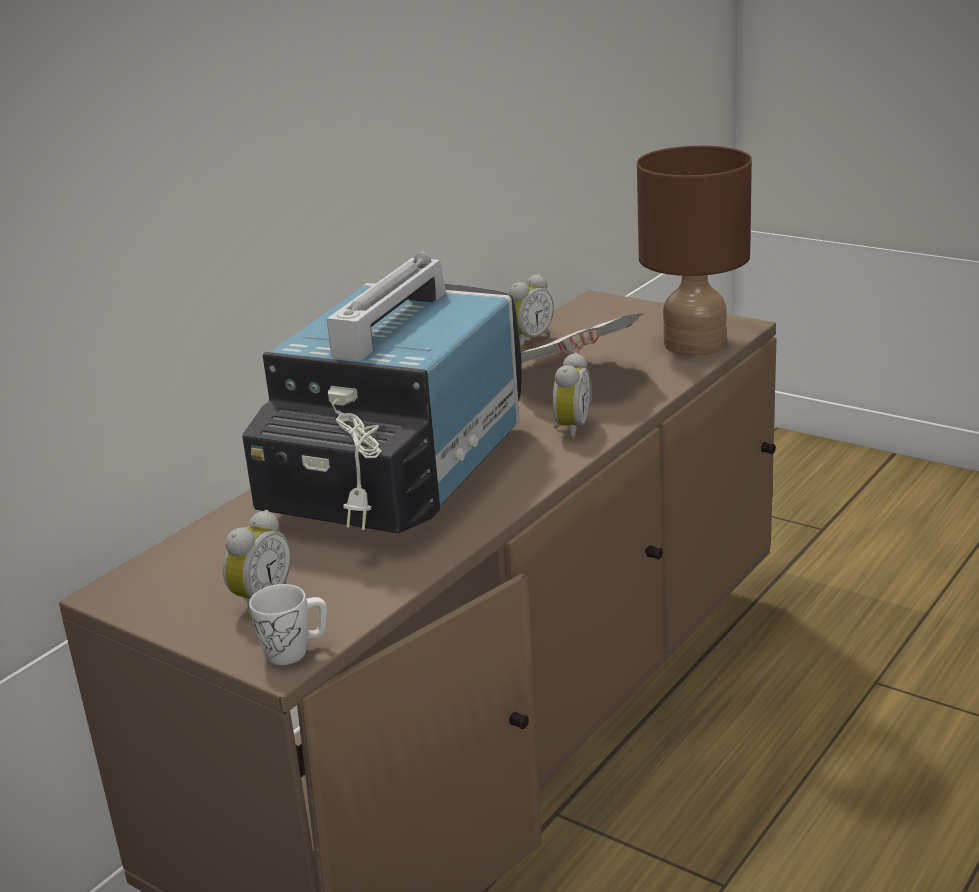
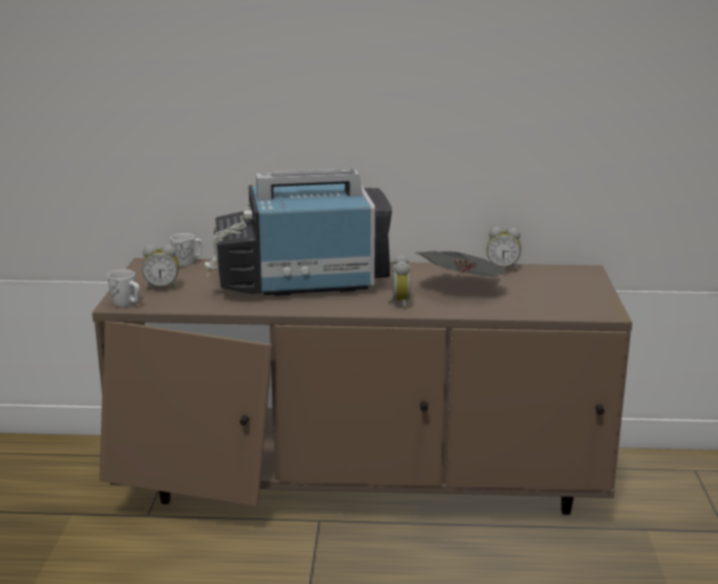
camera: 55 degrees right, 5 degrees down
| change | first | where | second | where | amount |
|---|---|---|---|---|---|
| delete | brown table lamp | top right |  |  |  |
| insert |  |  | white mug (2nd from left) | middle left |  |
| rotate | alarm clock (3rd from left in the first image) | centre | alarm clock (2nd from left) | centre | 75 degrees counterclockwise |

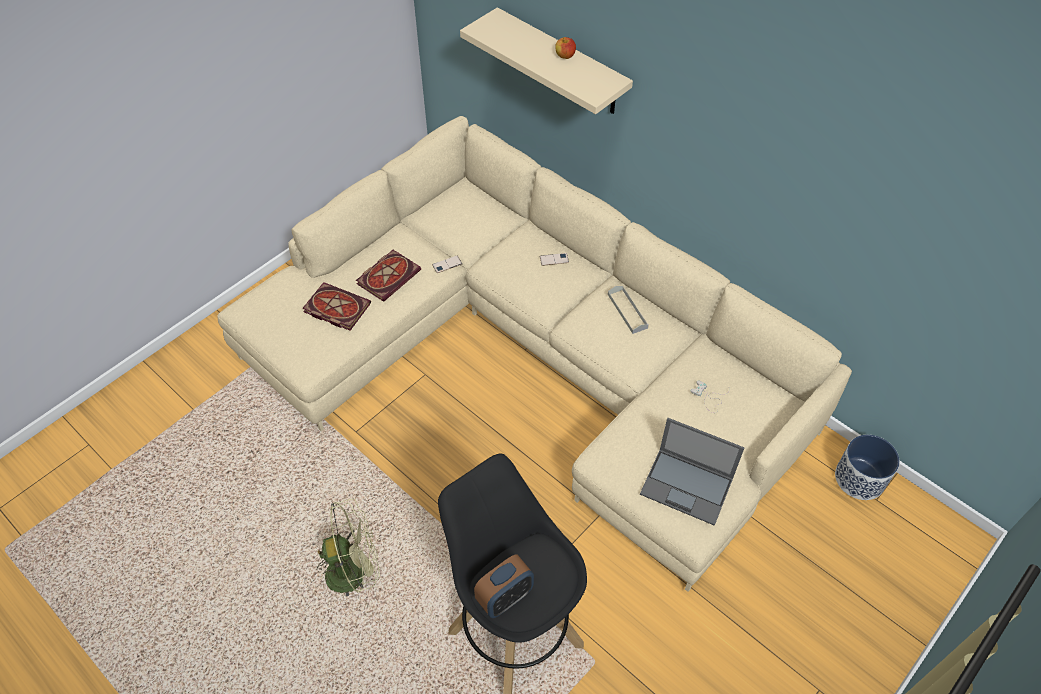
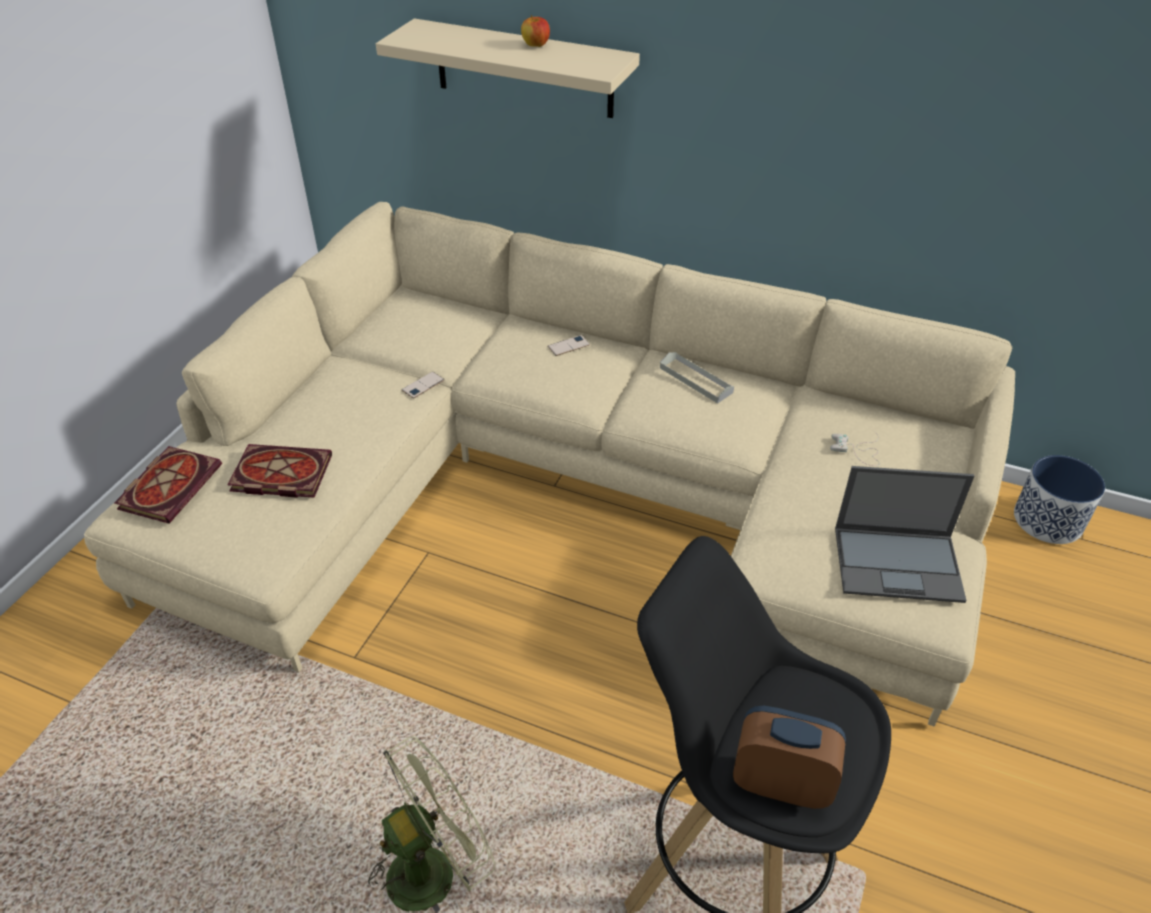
camera: 20 degrees left, 10 degrees down
| change | first | where | second | where | amount |
|---|---|---|---|---|---|
| move | book (2nd from left in the first image) | centre | book (1st from left) | middle left |  |
| rotate | alarm clock | bottom centre |  | bottom right | 105 degrees counterclockwise |

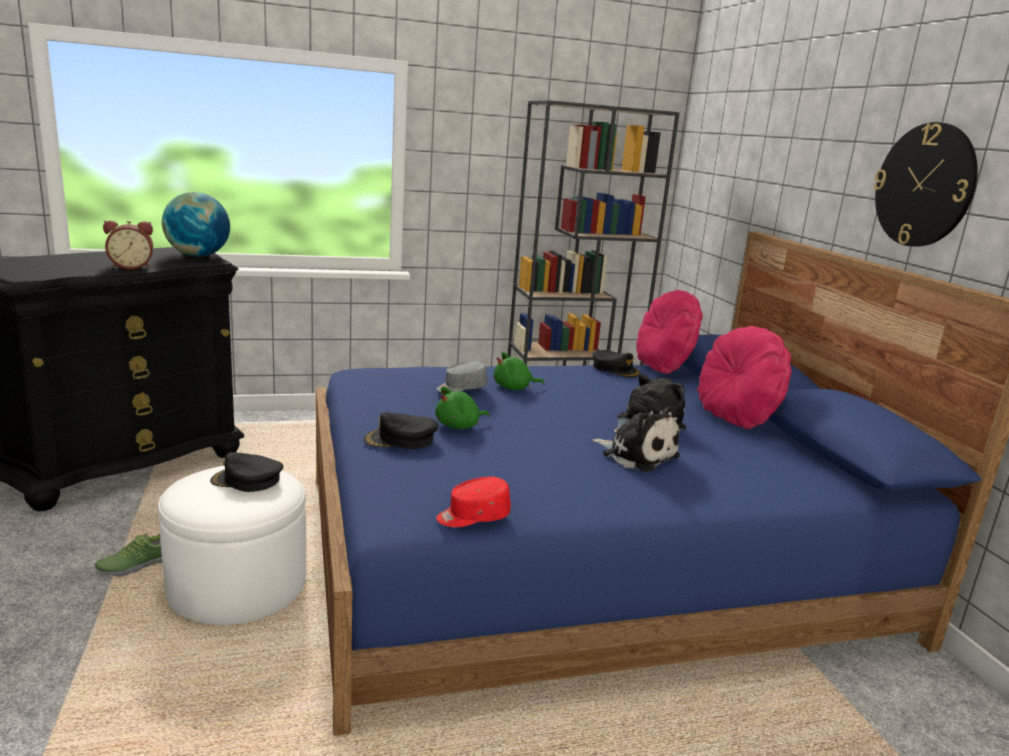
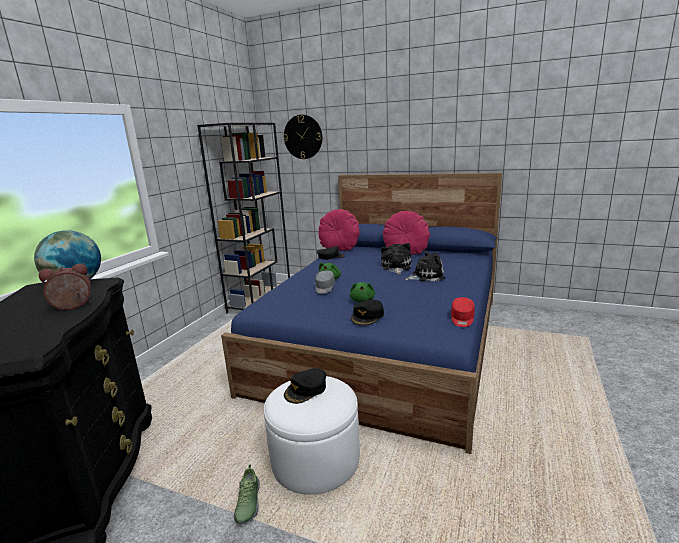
camera: 50 degrees left, 0 degrees up
| change | first | where | second | where | amount |
|---|---|---|---|---|---|
| move | wall clock | top right |  | top centre |  |
| rotate | alarm clock | top left |  | middle left | 135 degrees counterclockwise |

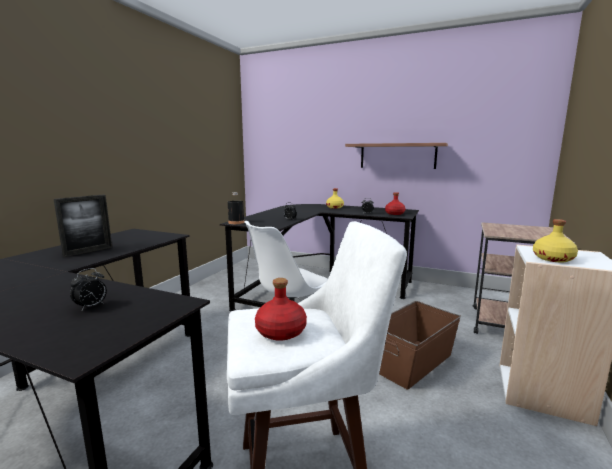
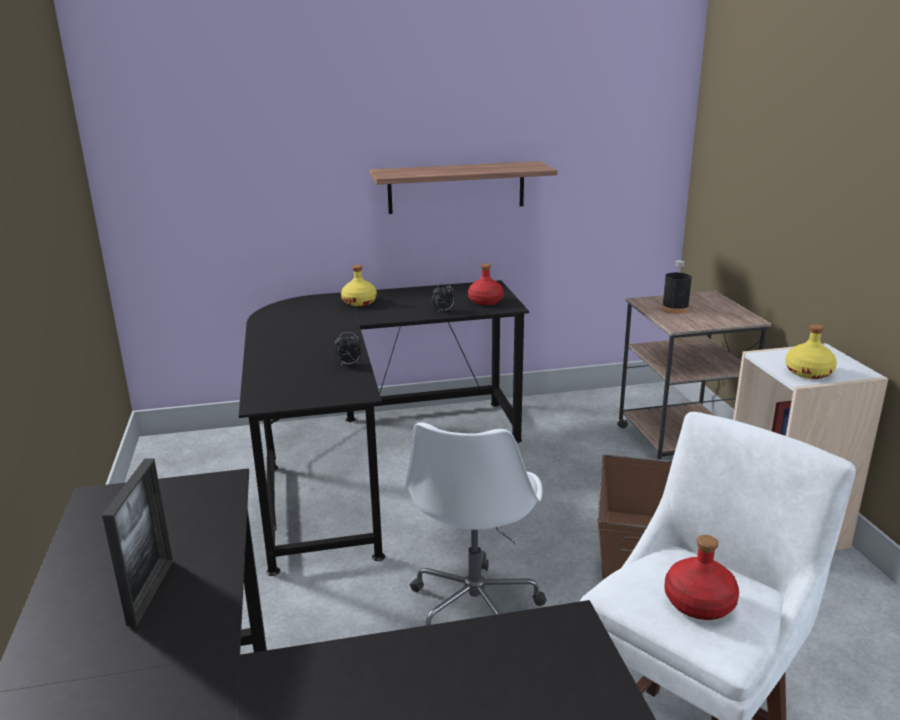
camera: 35 degrees left, 10 degrees up
| change | first | where | second | where | amount |
|---|---|---|---|---|---|
| delete | alarm clock (1st from left) | middle left |  |  |  |
| move | black bottle | centre |  | middle right |  |

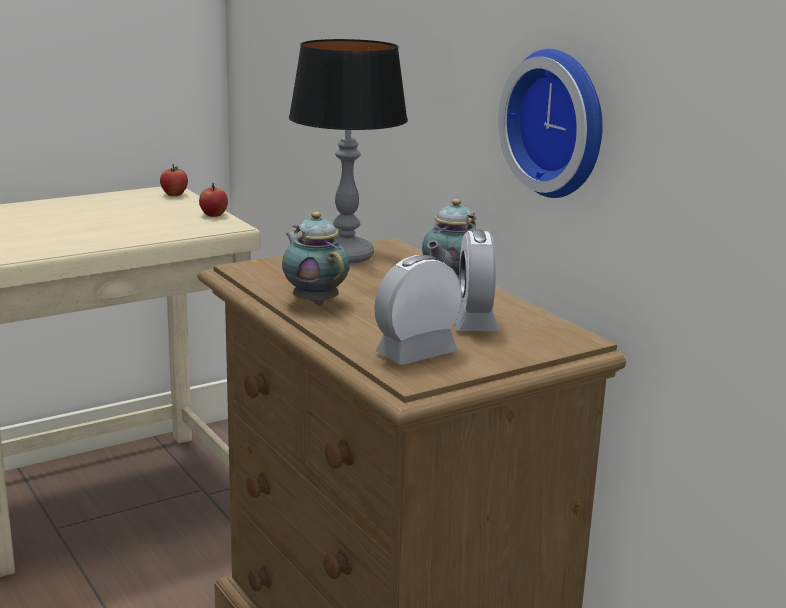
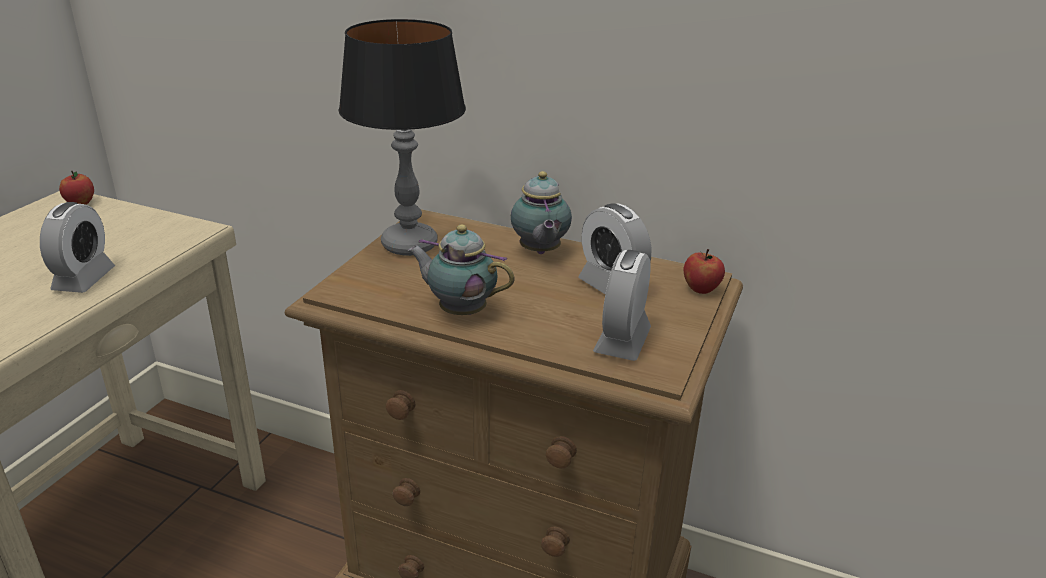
camera: 35 degrees left, 10 degrees up
| change | first | where | second | where | amount |
|---|---|---|---|---|---|
| delete | wall clock | top right |  |  |  |
| insert |  |  | alarm clock (1st from left) | middle left |  |
| move | apple (2nd from left) | top left |  | middle right |  |

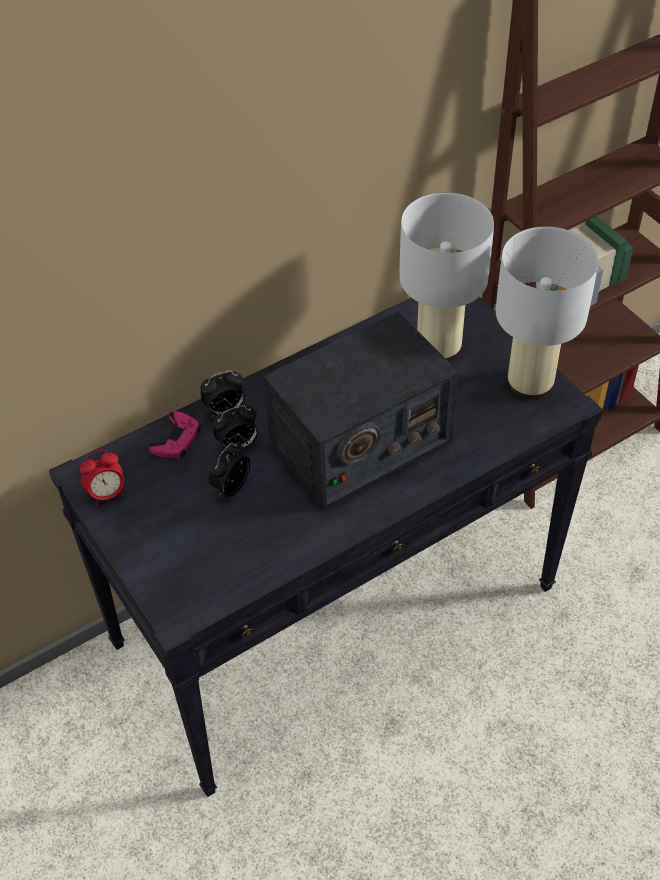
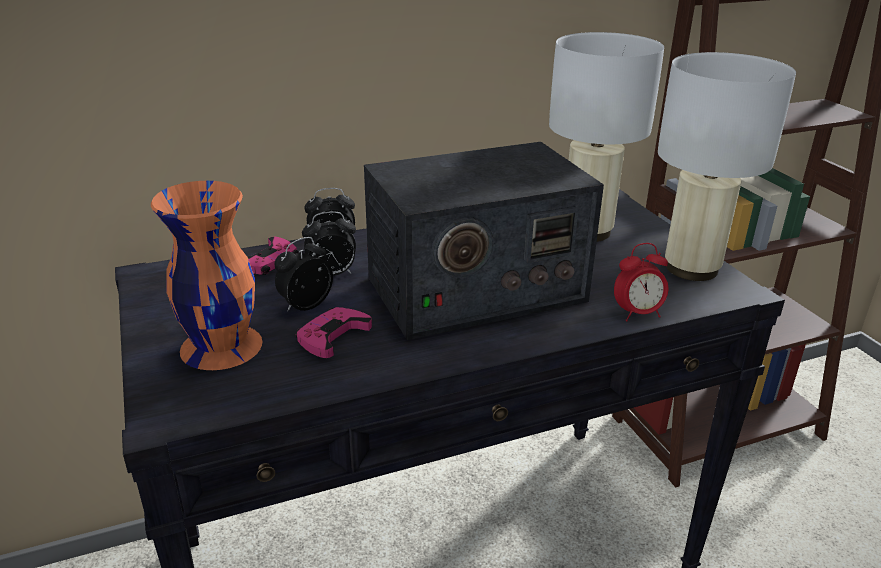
camera: 10 degrees right, 20 degrees down
| change | first | where | second | where | amount |
|---|---|---|---|---|---|
| insert |  |  | orange vase | middle left |  |
| insert |  |  | pink game controller (2nd from left) | centre |  |
| move | alarm clock (1st from left in the first image) | middle left | alarm clock (4th from left) | middle right |  |

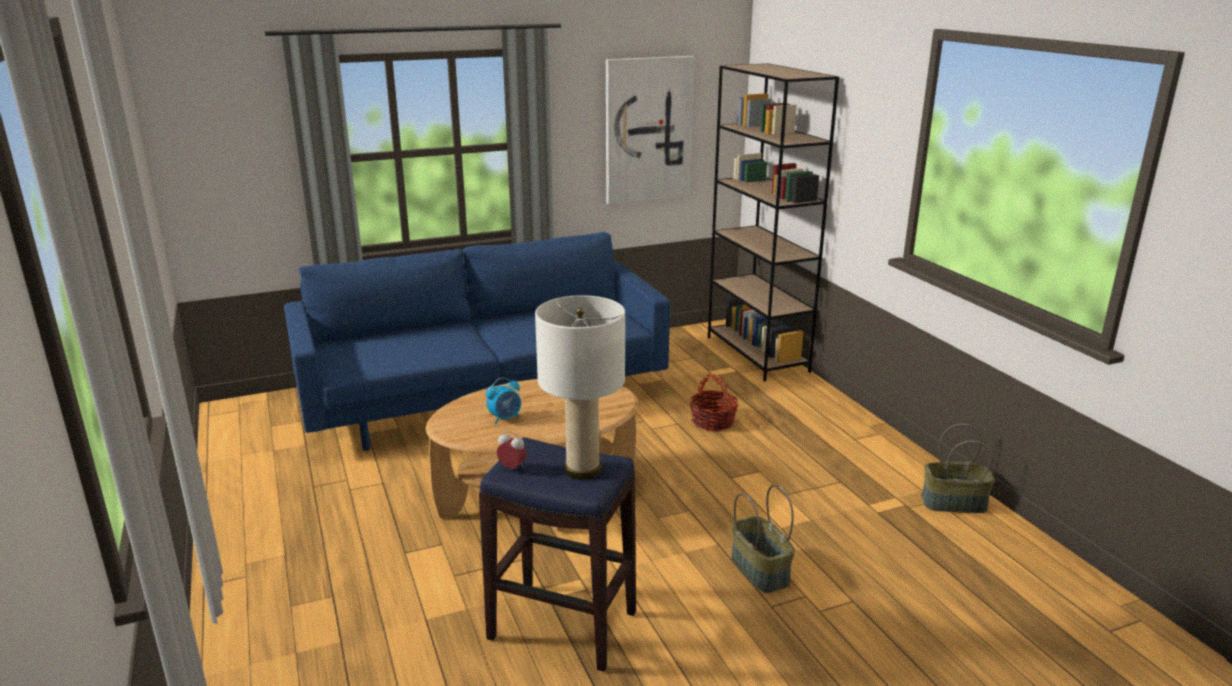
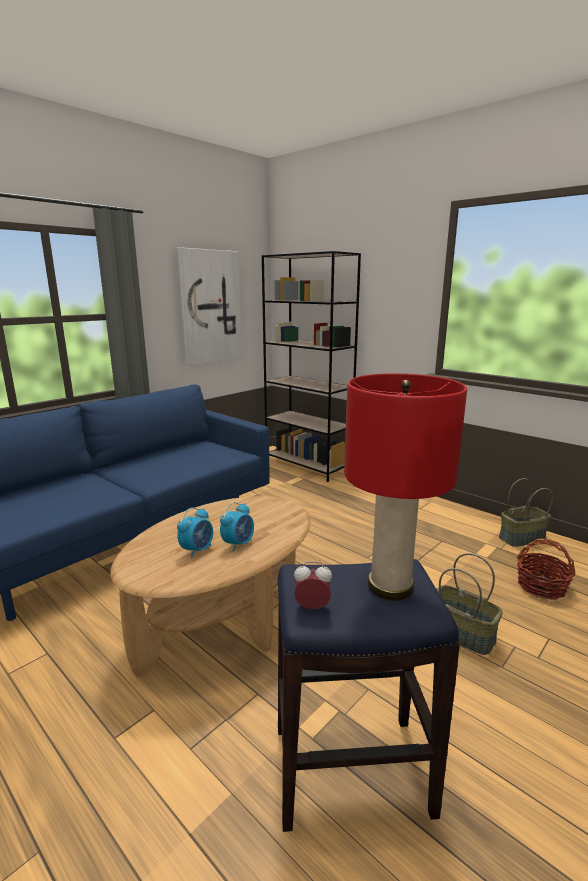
camera: 25 degrees left, 5 degrees down
| change | first | where | second | where | amount |
|---|---|---|---|---|---|
| insert |  |  | alarm clock (2nd from left) | centre |  |
| move | basket (1st from left in the first image) | centre | basket (3rd from left) | middle right |  |
| recolor | white table lamp | centre | red table lamp | middle right |  |

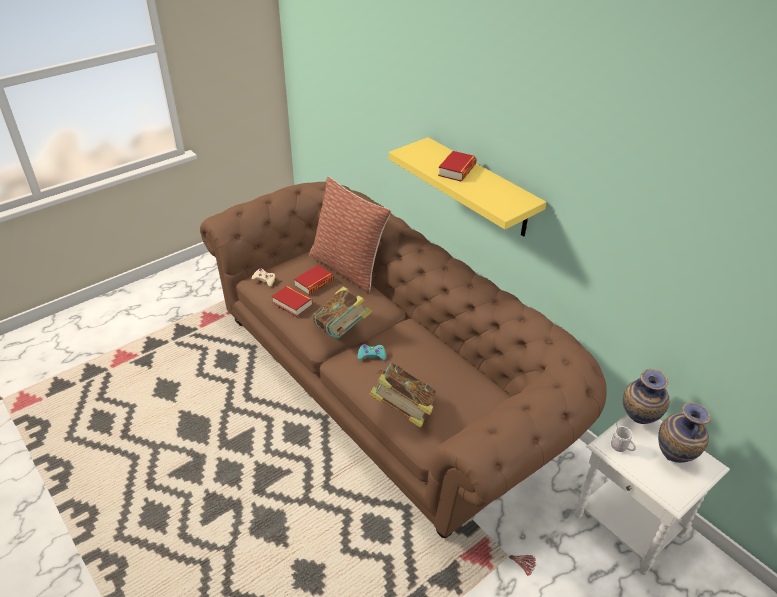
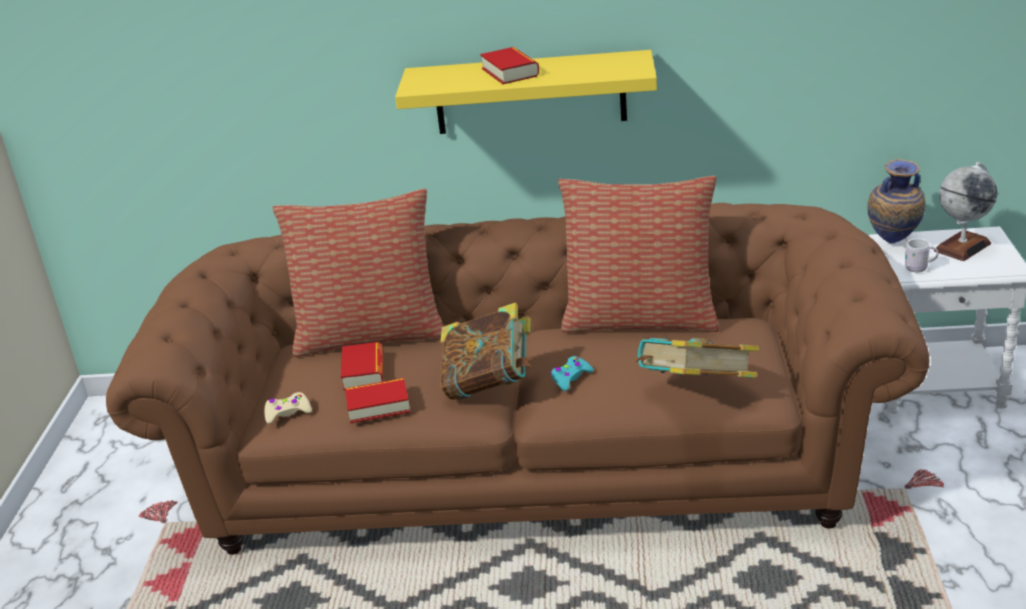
camera: 45 degrees left, 10 degrees down
| change | first | where | second | where | amount |
|---|---|---|---|---|---|
| insert |  |  | pillow (2nd from left) | centre |  |
| replace | vase (2nd from left) | bottom right | globe | middle right |  |

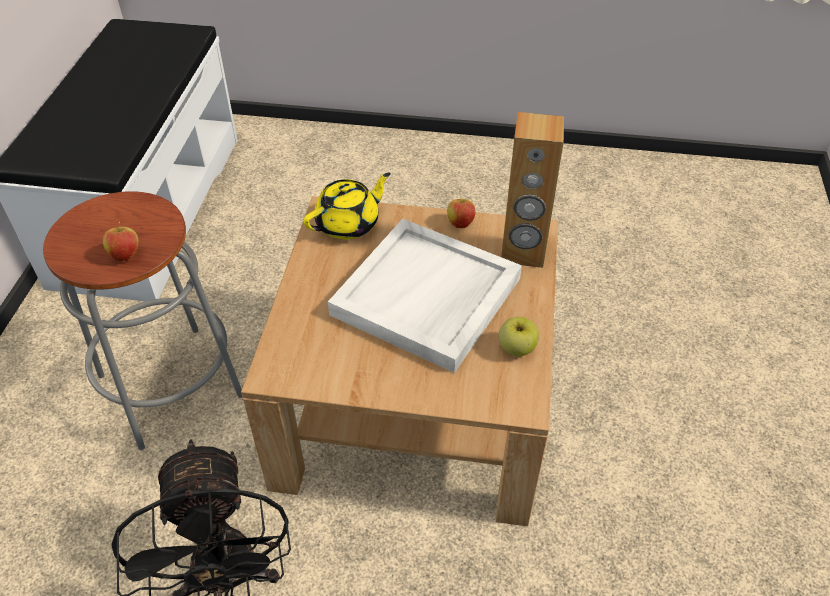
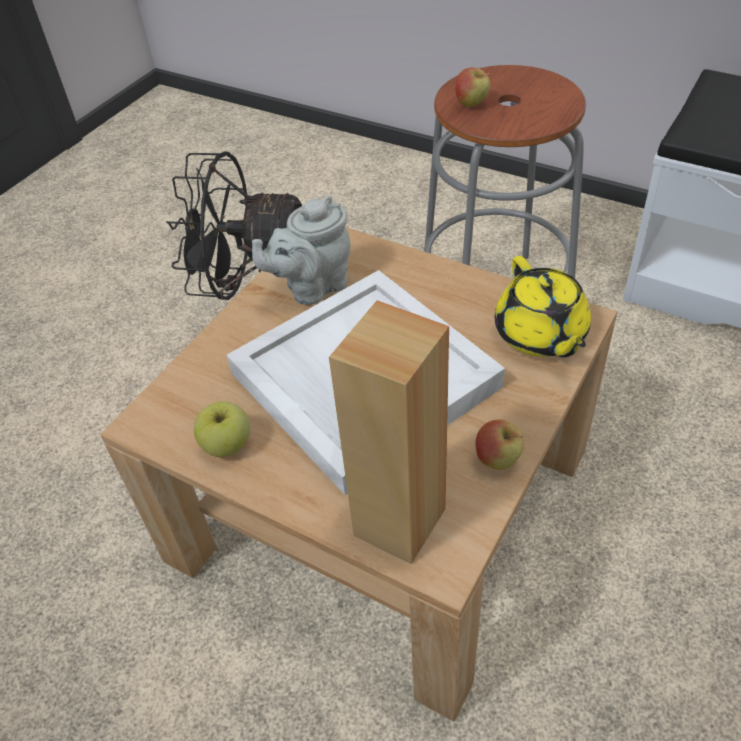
camera: 115 degrees right, 0 degrees up
| change | first | where | second | where | amount |
|---|---|---|---|---|---|
| insert |  |  | grey teapot | centre |  |

